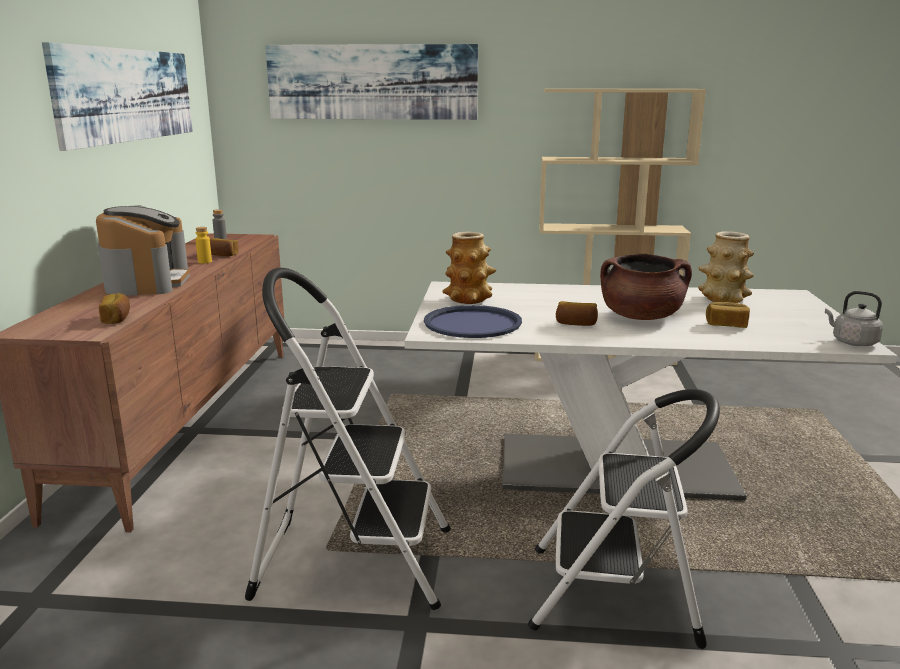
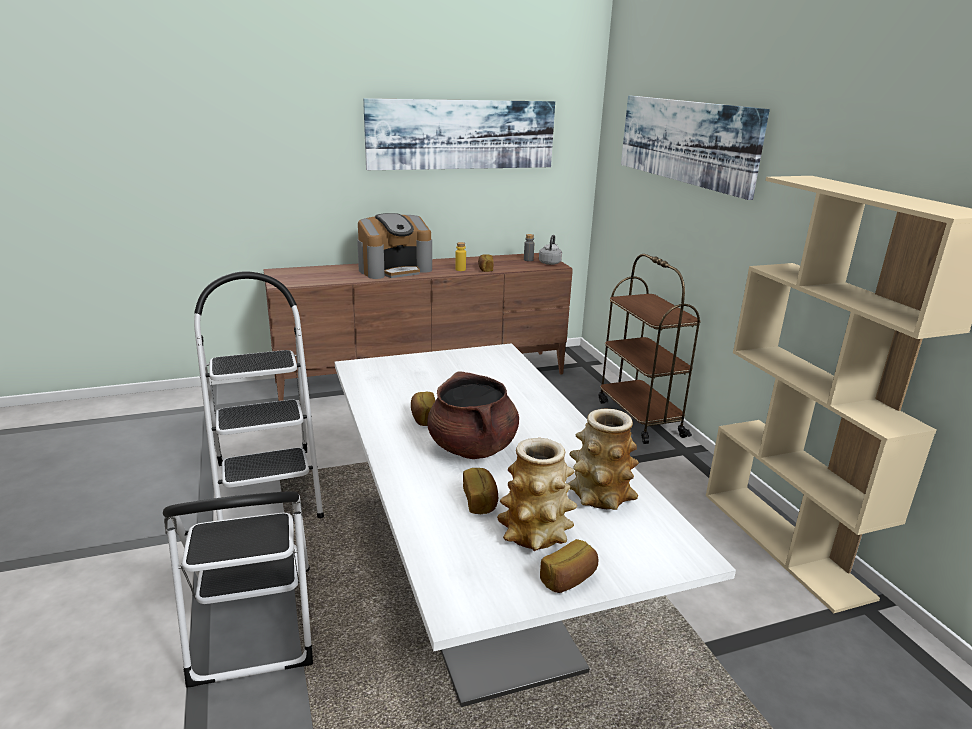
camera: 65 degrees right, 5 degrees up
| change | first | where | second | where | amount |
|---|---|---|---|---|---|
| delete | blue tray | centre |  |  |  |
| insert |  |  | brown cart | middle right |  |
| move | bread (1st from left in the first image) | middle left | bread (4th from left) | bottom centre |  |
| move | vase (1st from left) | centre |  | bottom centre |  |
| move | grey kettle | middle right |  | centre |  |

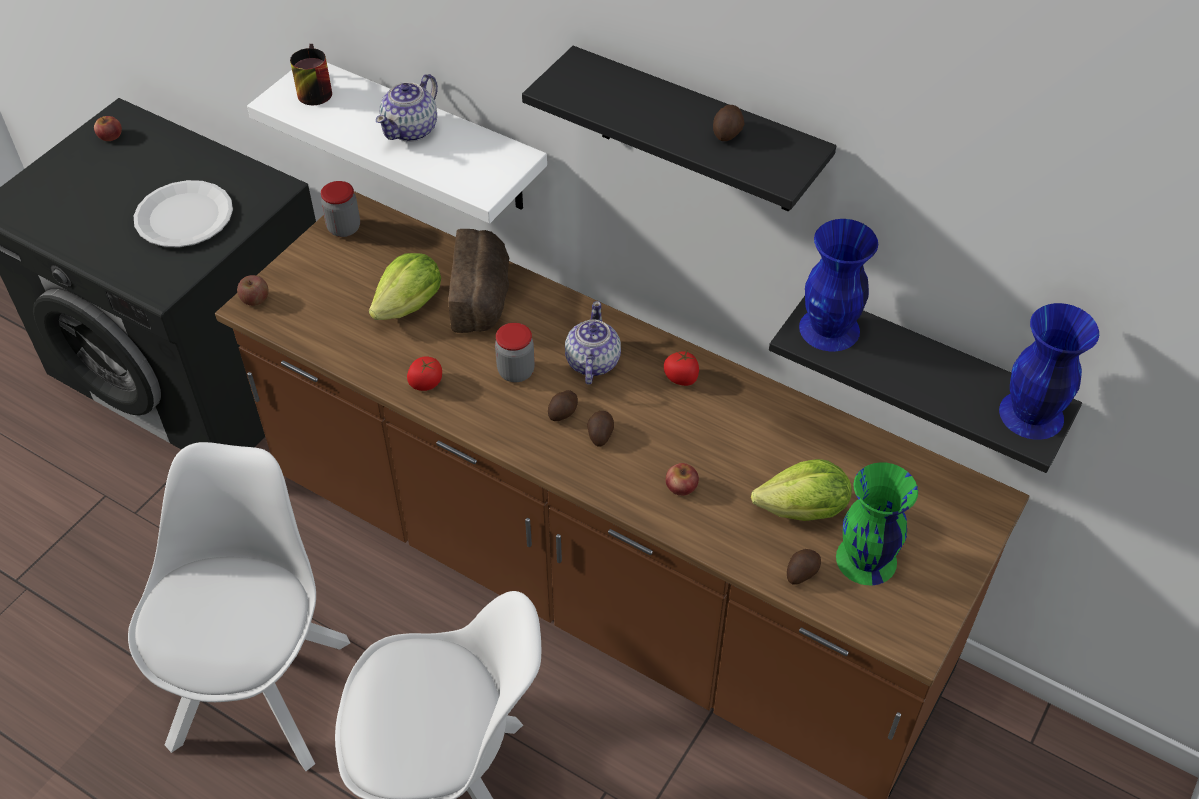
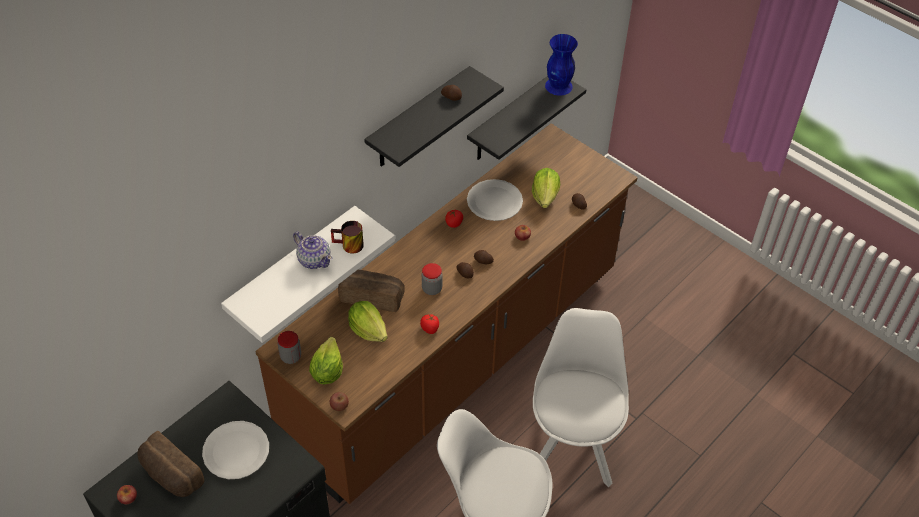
camera: 80 degrees left, 0 degrees up
| change | first | where | second | where | amount |
|---|---|---|---|---|---|
| delete | teapot (2nd from left) | centre |  |  |  |
| delete | blue vase (1st from left) | middle right |  |  |  |
| delete | green vase | middle right |  |  |  |
| insert |  |  | bread (1st from left) | bottom left |  |
| insert |  |  | lettuce (1st from left) | bottom centre |  |
| insert |  |  | white plate (2nd from left) | centre |  |
| move | mug | top left |  | centre |  |

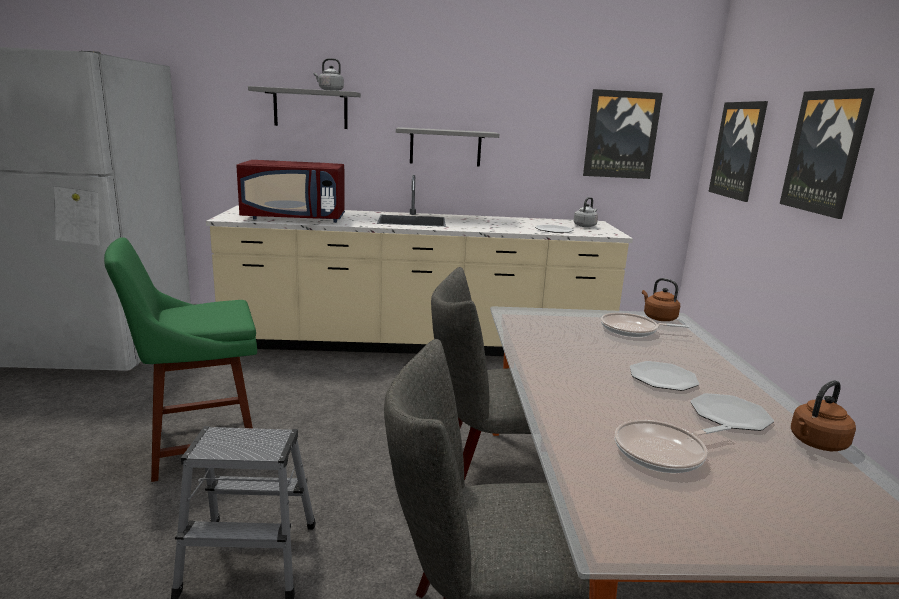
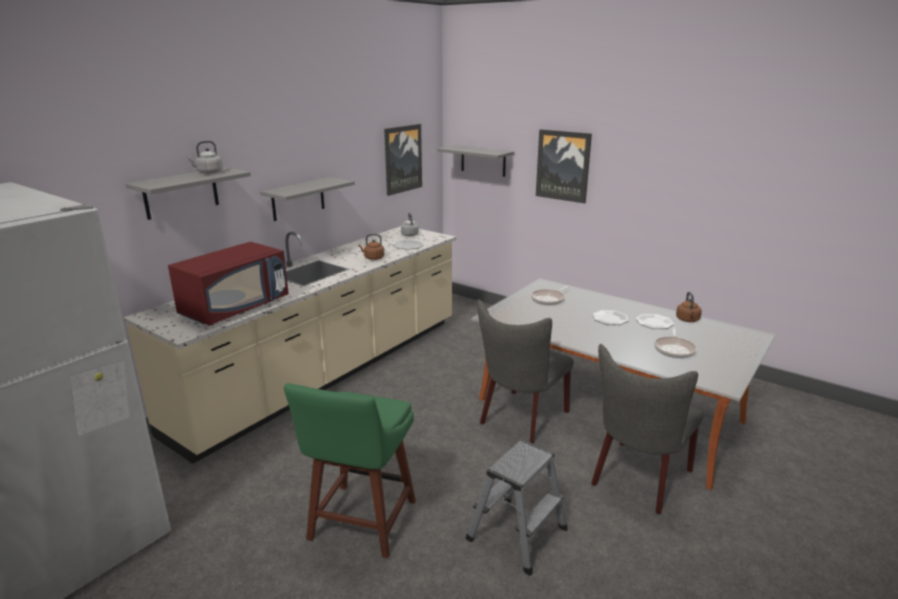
camera: 50 degrees left, 5 degrees up
| change | first | where | second | where | amount |
|---|---|---|---|---|---|
| move | brown kettle (1st from left) | middle right |  | centre |  |
| replace | picture (2nd from left) | top right | grey shelf (3rd from left) | top centre |  |

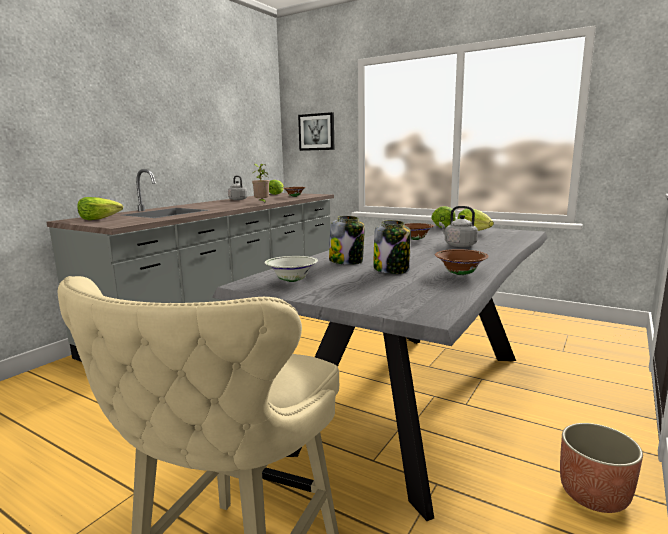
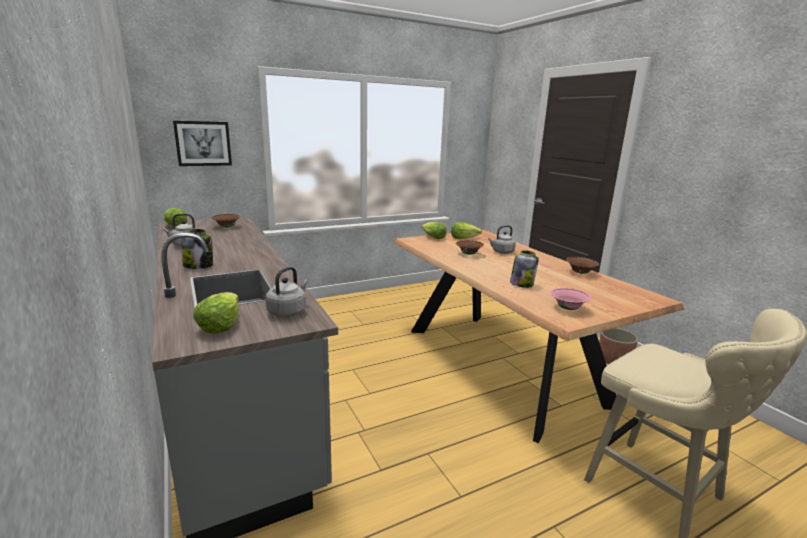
camera: 60 degrees left, 5 degrees up
| change | first | where | second | where | amount |
|---|---|---|---|---|---|
| delete | potted plant | centre |  |  |  |
| insert |  |  | grey kettle (2nd from left) | centre |  |
| move | jar (2nd from left in the first image) | centre | jar (1st from left) | middle left |  |
| recolor | grey dining table | bottom centre | brown dining table | middle right |  |
| recolor | white bowl | centre | pink bowl | middle right |  |

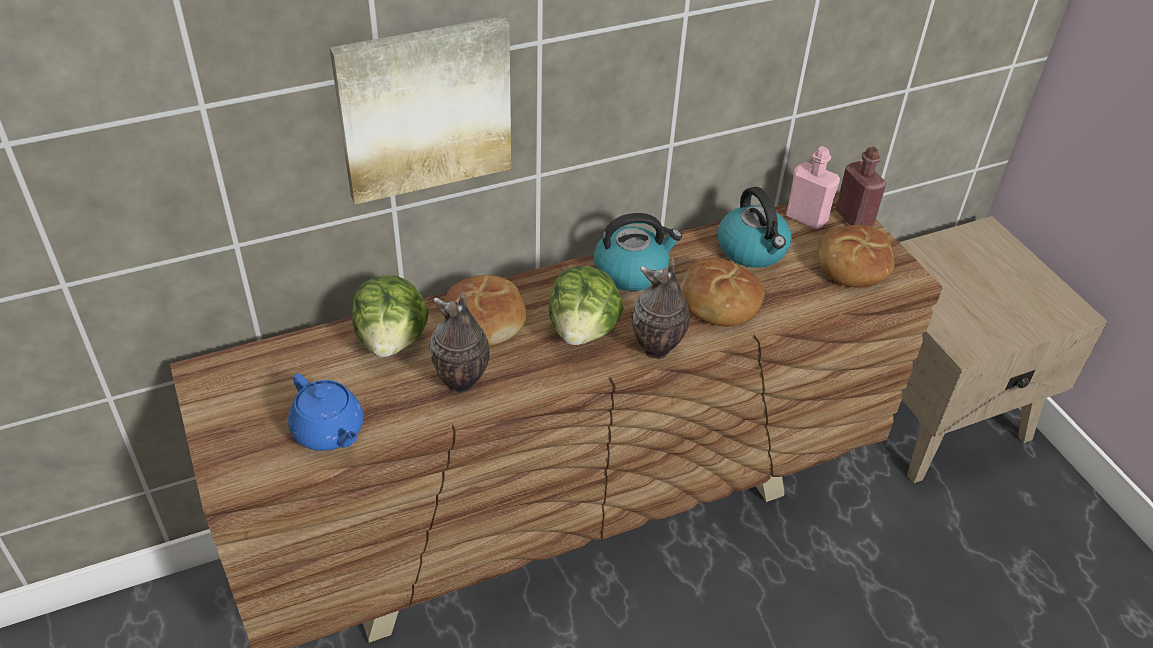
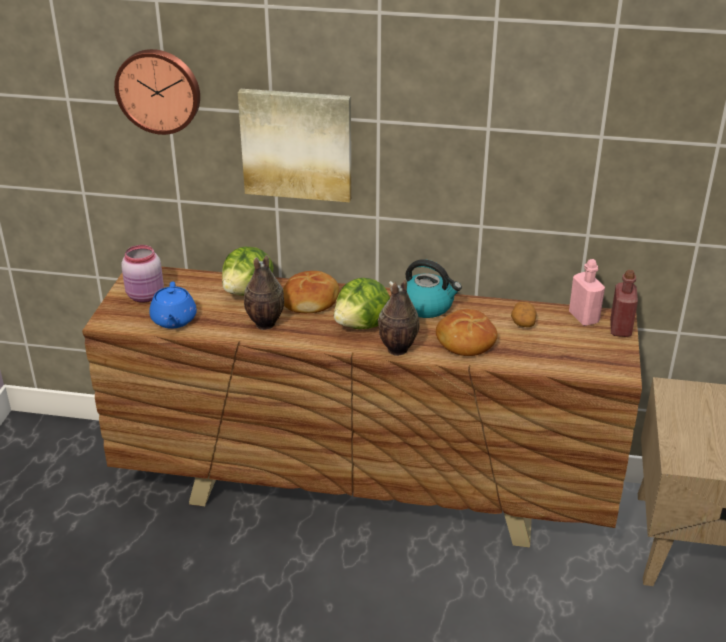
camera: 35 degrees right, 10 degrees down
| change | first | where | second | where | amount |
|---|---|---|---|---|---|
| delete | bread (3rd from left) | middle right |  |  |  |
| insert |  |  | wall clock | top left |  |
| insert |  |  | pink jar | middle left |  |
| replace | kettle (2nd from left) | centre | potato | middle right |  |

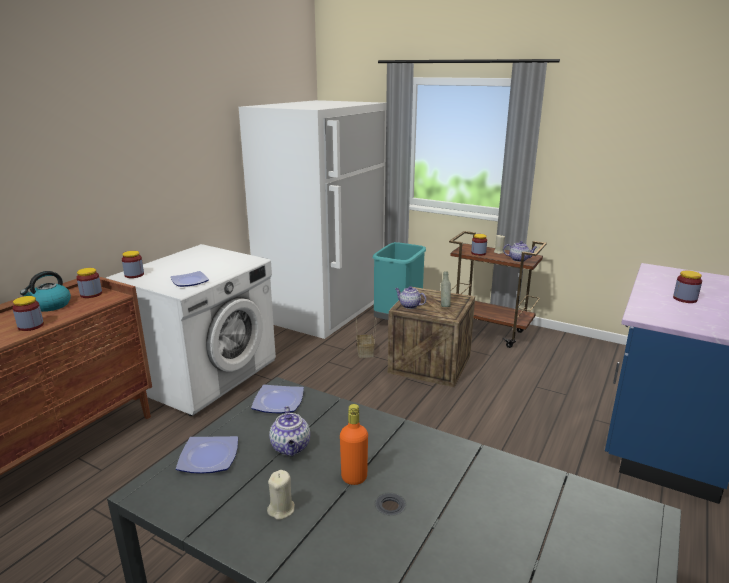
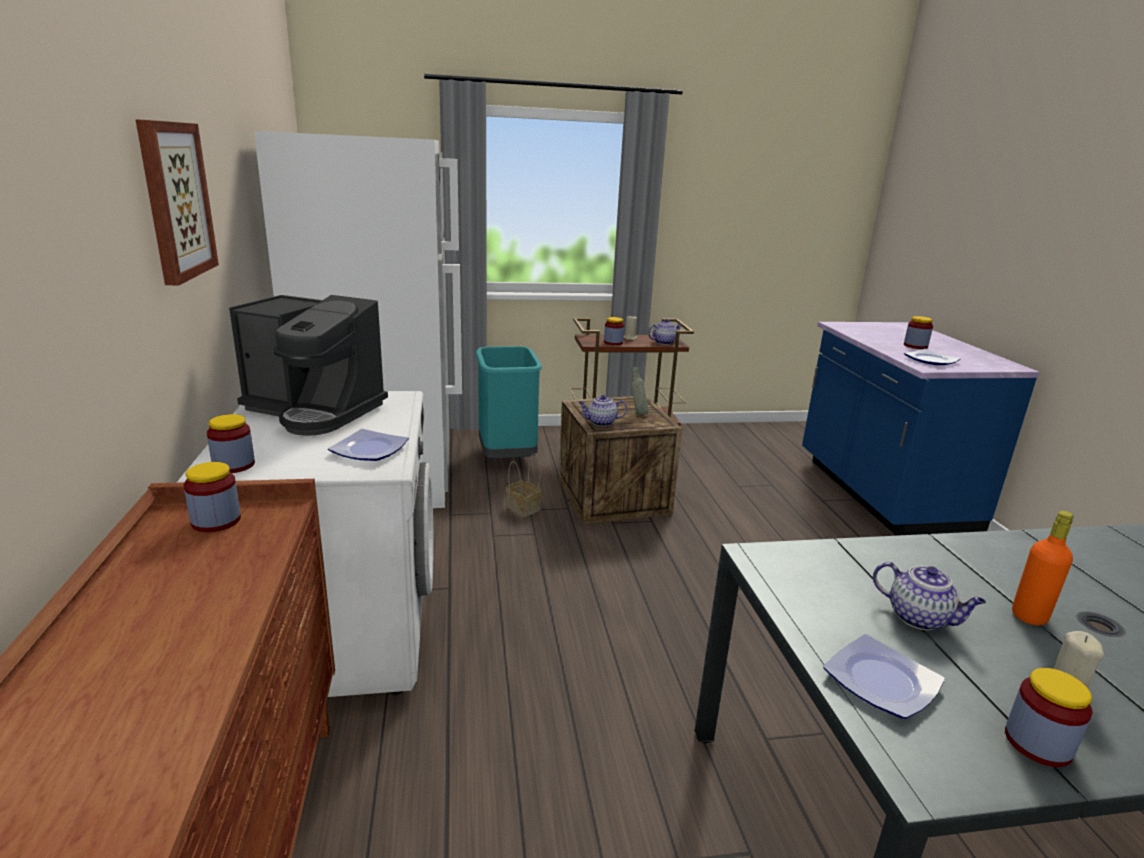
camera: 40 degrees left, 0 degrees up
| change | first | where | second | where | amount |
|---|---|---|---|---|---|
| delete | kettle | middle left |  |  |  |
| insert |  |  | picture | top left |  |
| insert |  |  | coffee machine | middle left |  |
| move | jar (1st from left in the first image) | middle left | jar (5th from left) | bottom right |  |
| move | plate (3rd from left) | bottom centre |  | middle right |  |

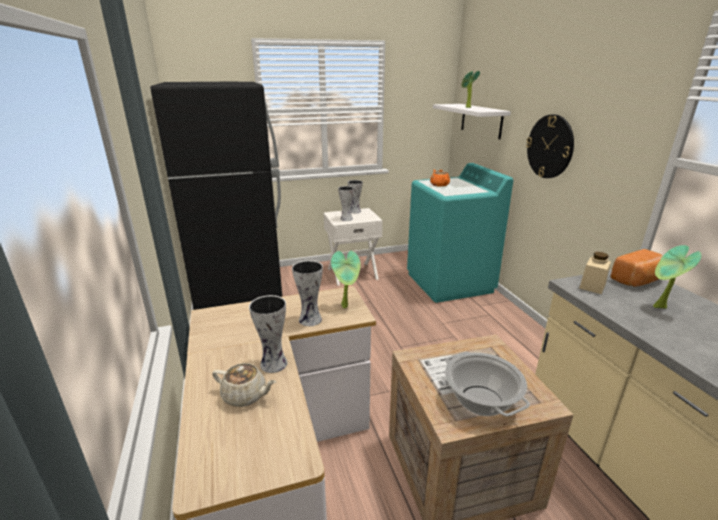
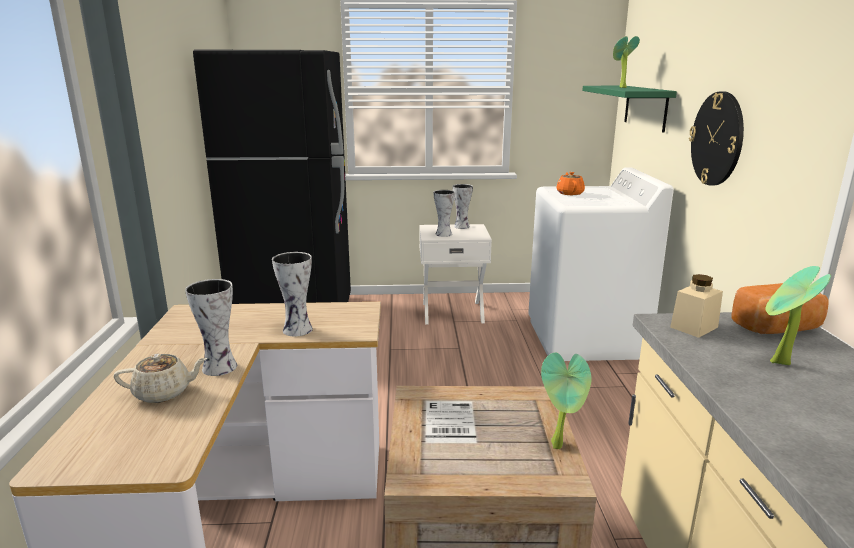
camera: 15 degrees right, 5 degrees down
| change | first | where | second | where | amount |
|---|---|---|---|---|---|
| delete | cooking pot | bottom right |  |  |  |
| move | potted plant (1st from left) | centre |  | bottom centre |  |
| recolor | turquoise washing machine | centre | white washing machine | middle right |  |
| recolor | white shelf | top centre | green shelf | top right |  |
| rotate | beige teapot | bottom centre |  | bottom left | 45 degrees counterclockwise |

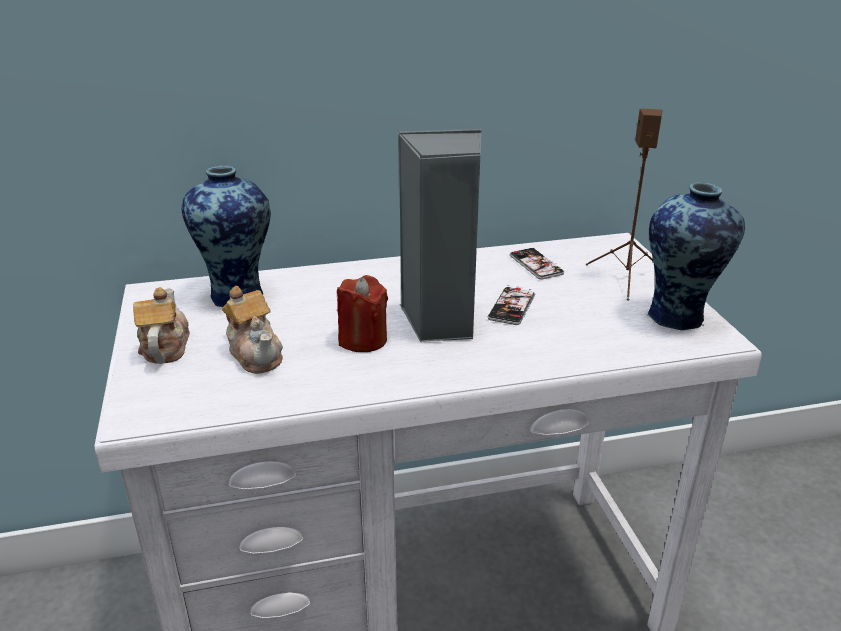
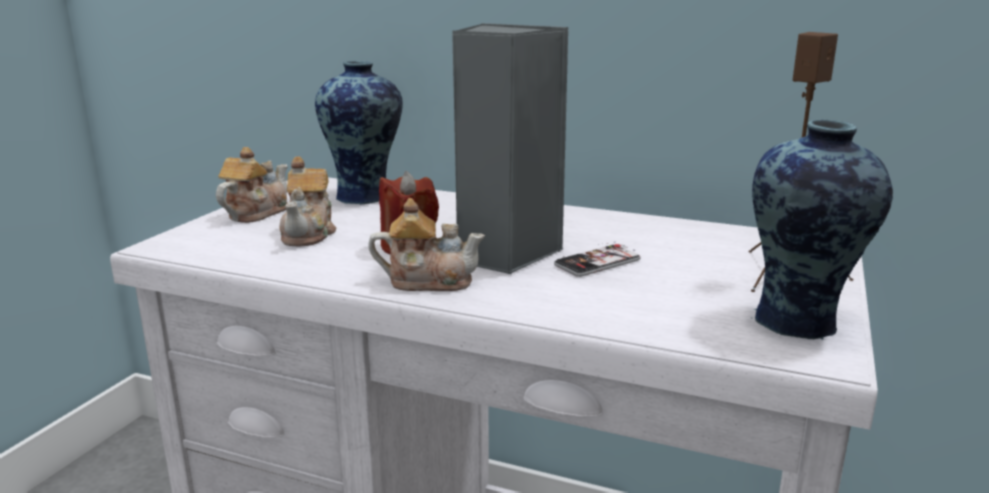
camera: 35 degrees right, 10 degrees down
| change | first | where | second | where | amount |
|---|---|---|---|---|---|
| delete | phone (2nd from left) | centre |  |  |  |
| insert |  |  | teapot (3rd from left) | centre |  |

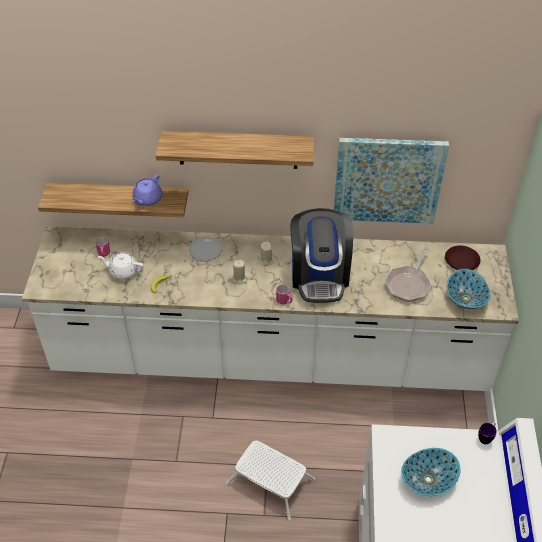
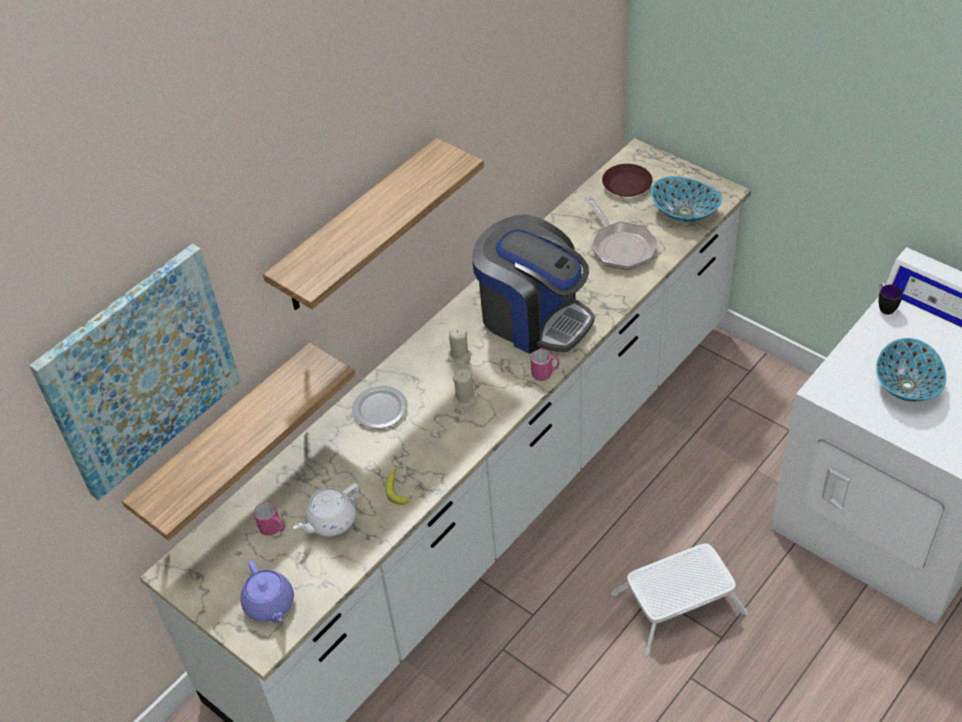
camera: 50 degrees left, 0 degrees up
| change | first | where | second | where | amount |
|---|---|---|---|---|---|
| move | purple teapot | middle left |  | bottom left |  |
| move | picture | middle right |  | middle left |  |

